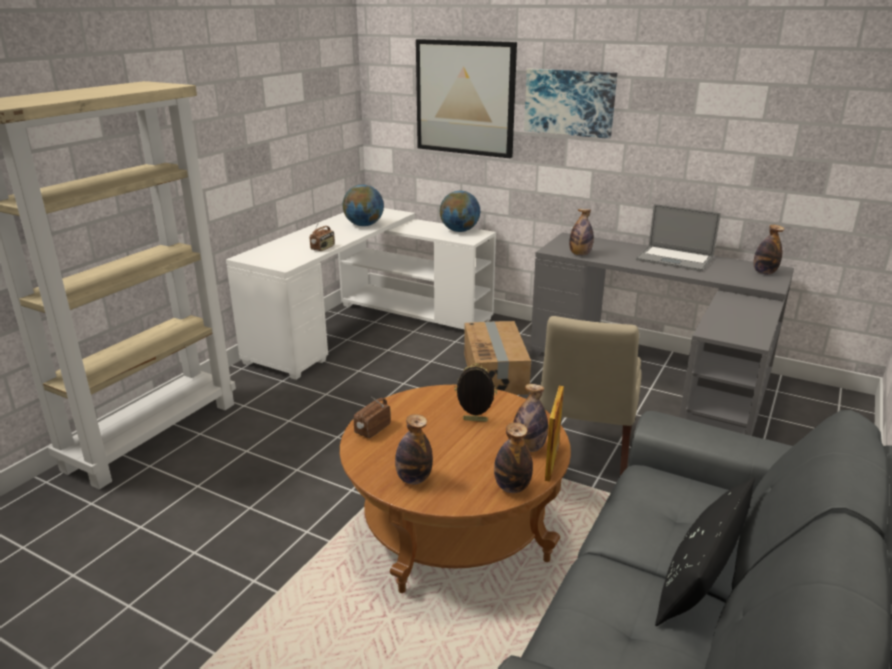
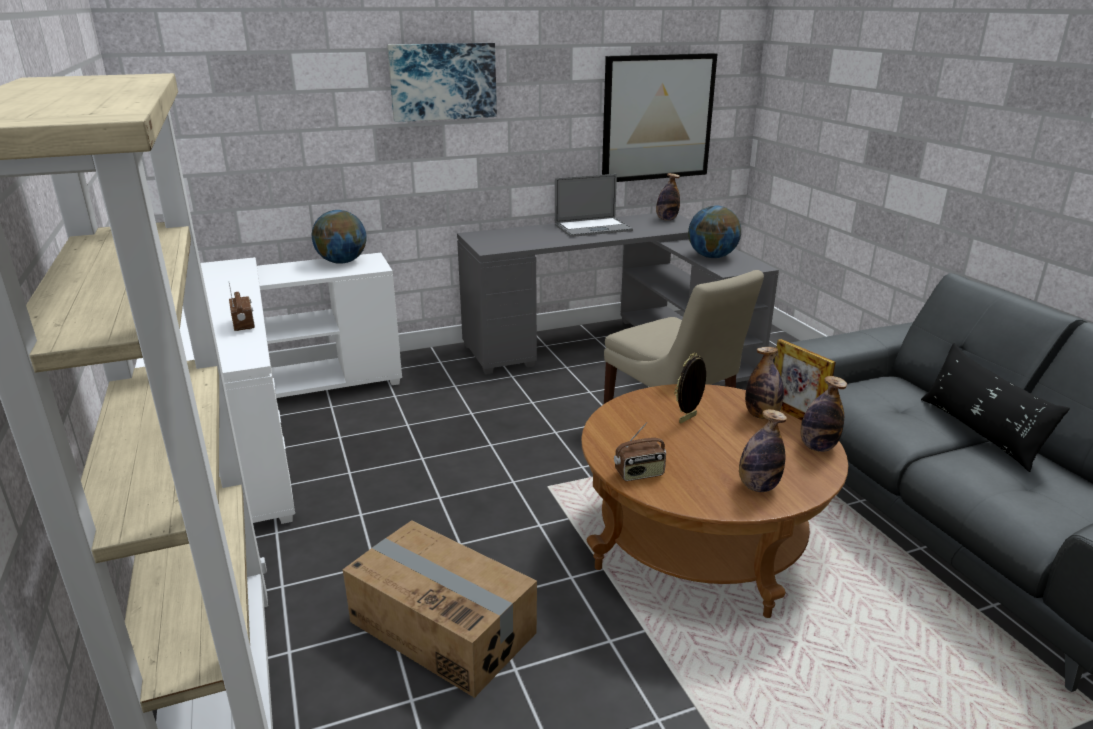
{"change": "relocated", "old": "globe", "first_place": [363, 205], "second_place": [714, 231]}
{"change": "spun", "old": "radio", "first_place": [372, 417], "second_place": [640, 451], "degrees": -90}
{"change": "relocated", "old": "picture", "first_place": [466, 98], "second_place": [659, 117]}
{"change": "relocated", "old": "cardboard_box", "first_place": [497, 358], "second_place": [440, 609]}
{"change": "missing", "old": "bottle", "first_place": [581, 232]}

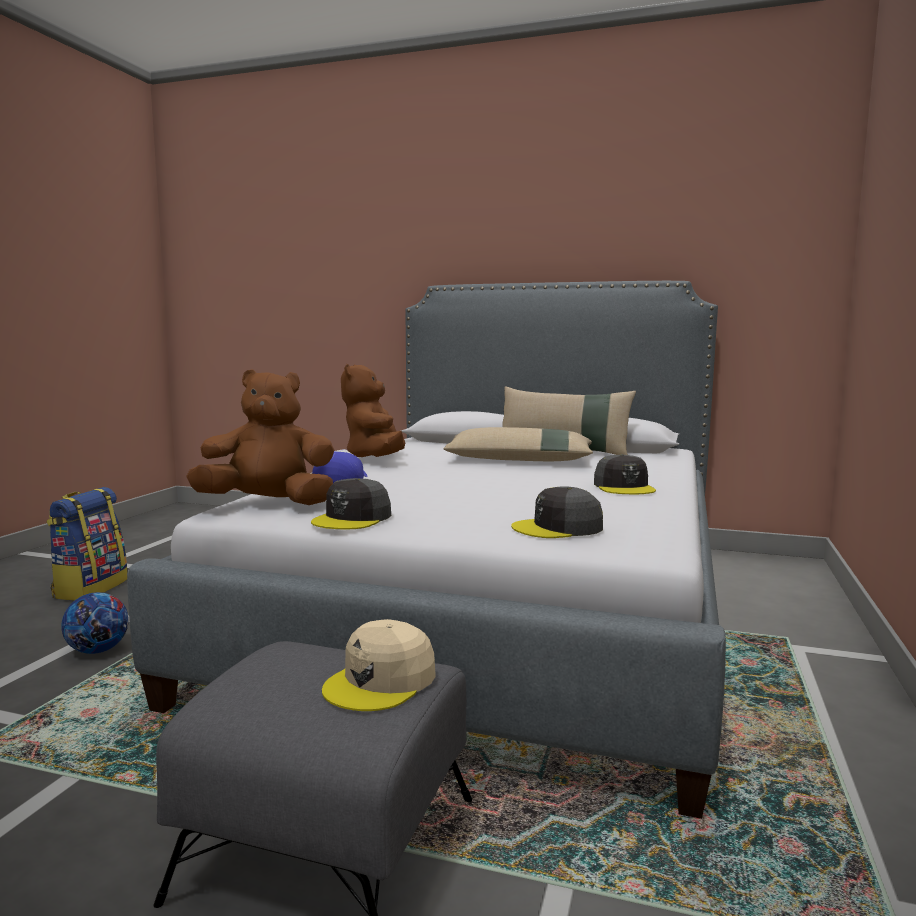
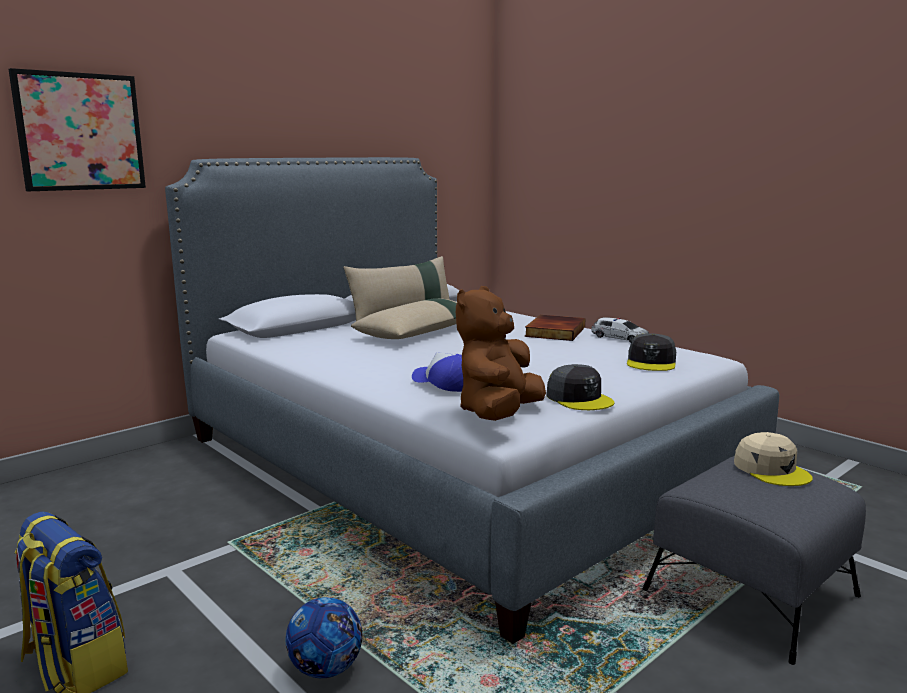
{"change": "missing", "old": "brown_plush_toy", "first_place": [373, 410]}
{"change": "exchanged", "old": "grey_cap", "new": "book", "first_place": [625, 474], "second_place": [554, 328]}
{"change": "appeared", "new": "picture", "second_place": [77, 129]}
{"change": "appeared", "new": "toy_car", "second_place": [620, 330]}

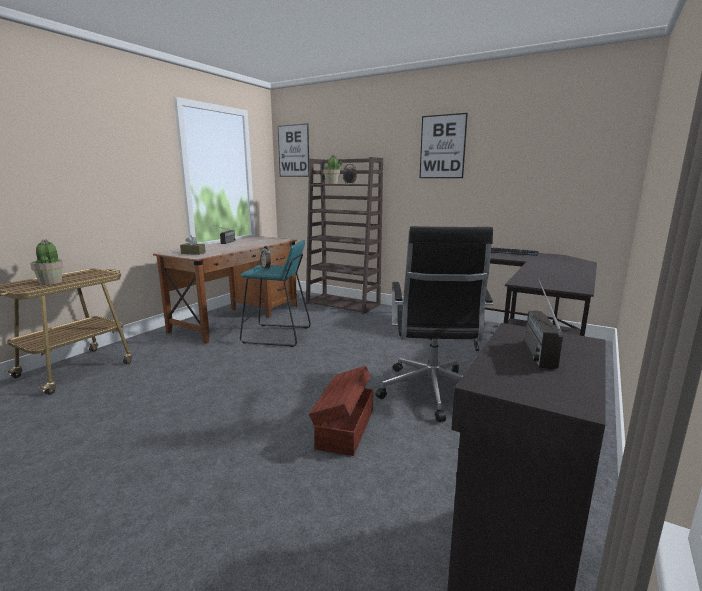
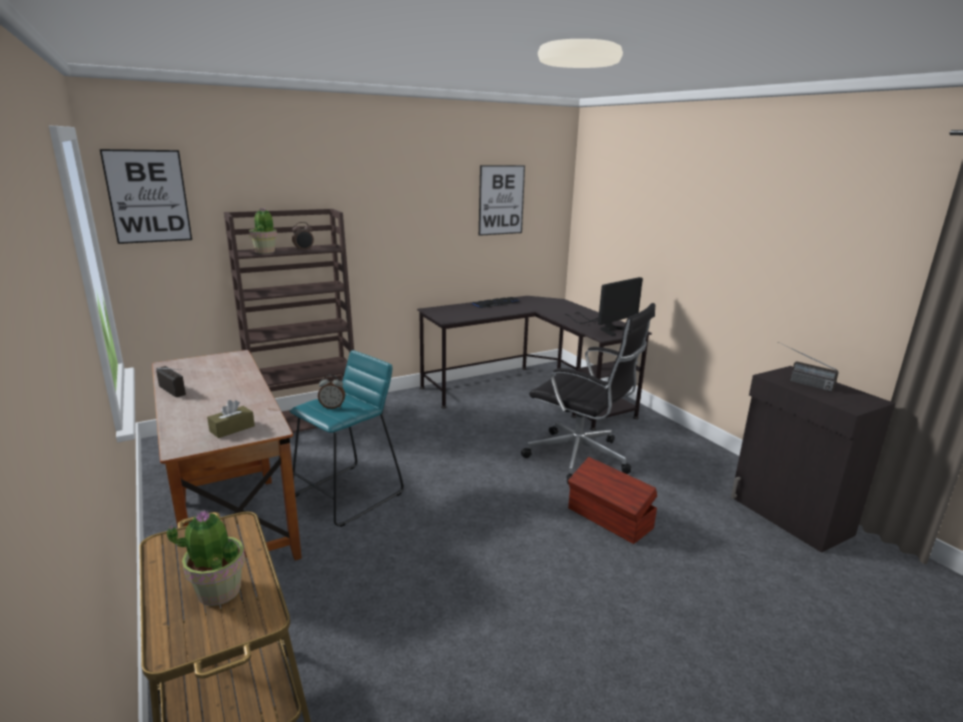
{"change": "relocated", "old": "picture", "first_place": [444, 145], "second_place": [502, 200]}
{"change": "appeared", "new": "monitor", "second_place": [604, 306]}

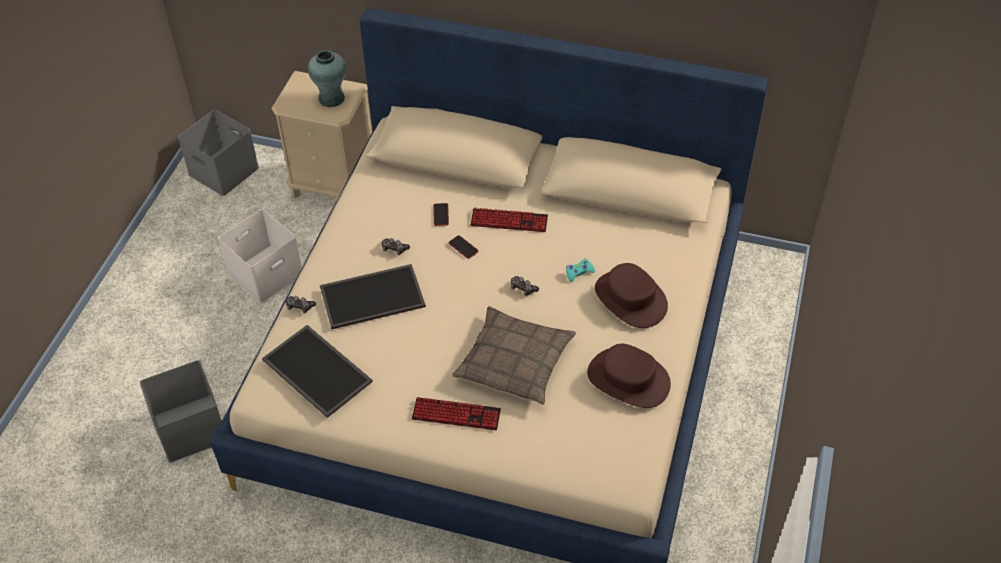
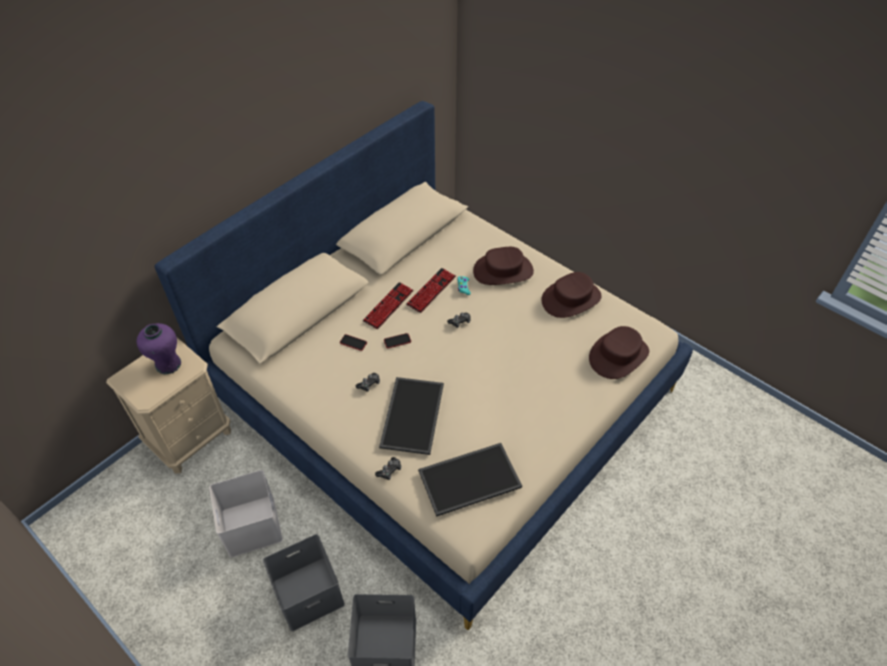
{"change": "relocated", "old": "grey_storage_box", "first_place": [218, 153], "second_place": [304, 582]}
{"change": "colour", "old": "turquoise_vase", "new": "purple_vase", "first_place": [327, 78], "second_place": [159, 348]}
{"change": "relocated", "old": "keyboard", "first_place": [456, 413], "second_place": [431, 290]}
{"change": "missing", "old": "pillow", "first_place": [514, 355]}
{"change": "appeared", "new": "brown_hat", "second_place": [619, 352]}

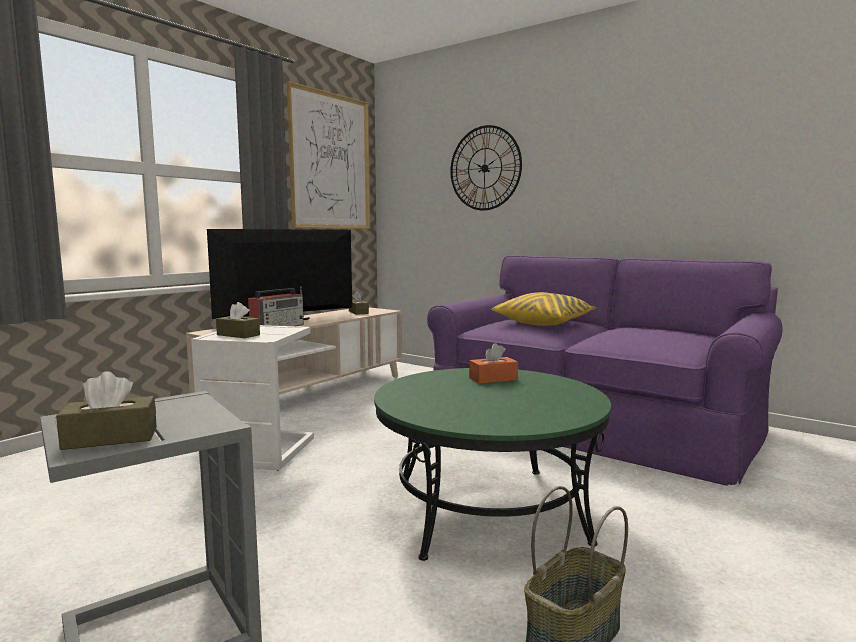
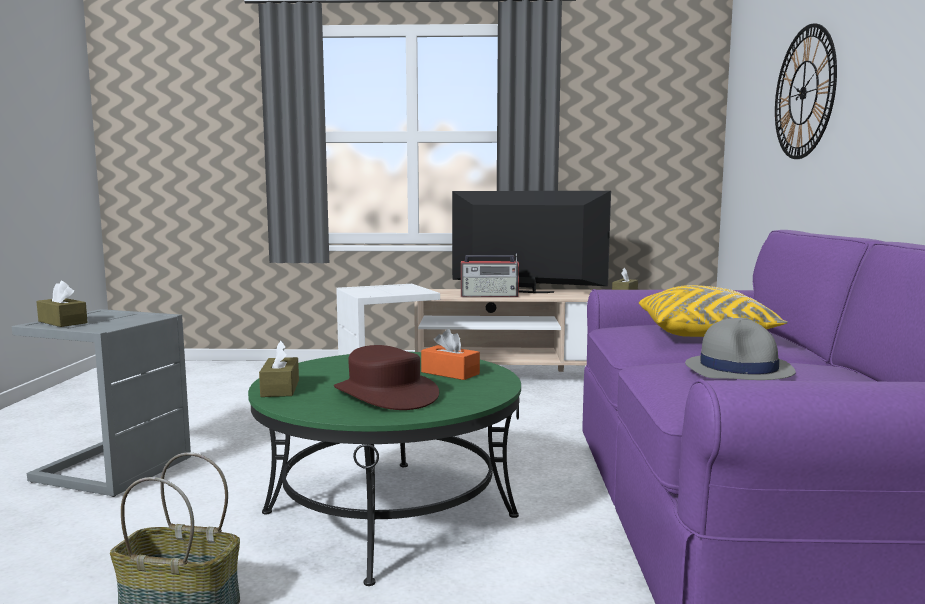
{"change": "relocated", "old": "brown_tissue_box", "first_place": [238, 320], "second_place": [279, 368]}
{"change": "missing", "old": "picture", "first_place": [328, 155]}
{"change": "appeared", "new": "brown_hat", "second_place": [386, 377]}
{"change": "appeared", "new": "grey_hat", "second_place": [740, 349]}

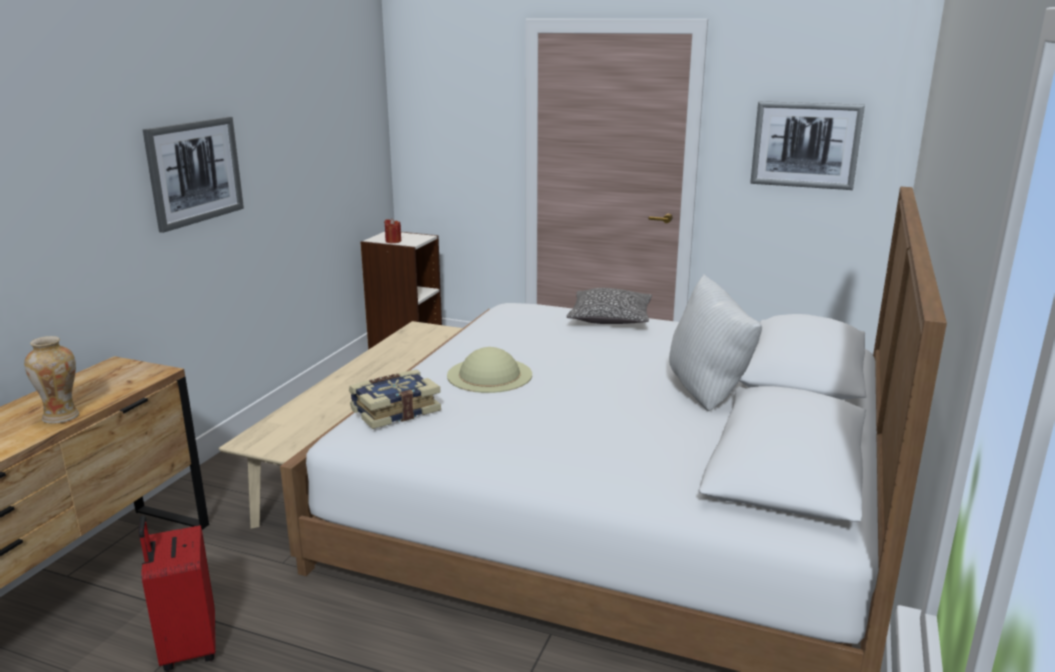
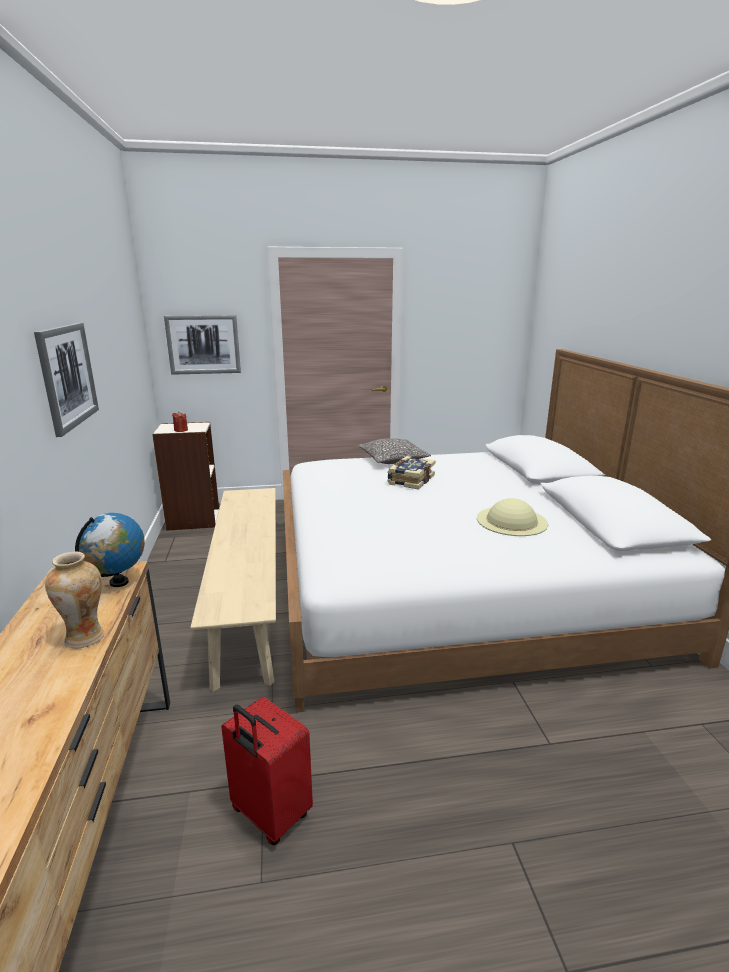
{"change": "relocated", "old": "book", "first_place": [395, 399], "second_place": [411, 473]}
{"change": "relocated", "old": "beige_hat", "first_place": [489, 370], "second_place": [512, 517]}
{"change": "missing", "old": "white_pillow", "first_place": [715, 342]}
{"change": "relocated", "old": "picture", "first_place": [807, 145], "second_place": [202, 345]}
{"change": "appeared", "new": "globe", "second_place": [110, 550]}

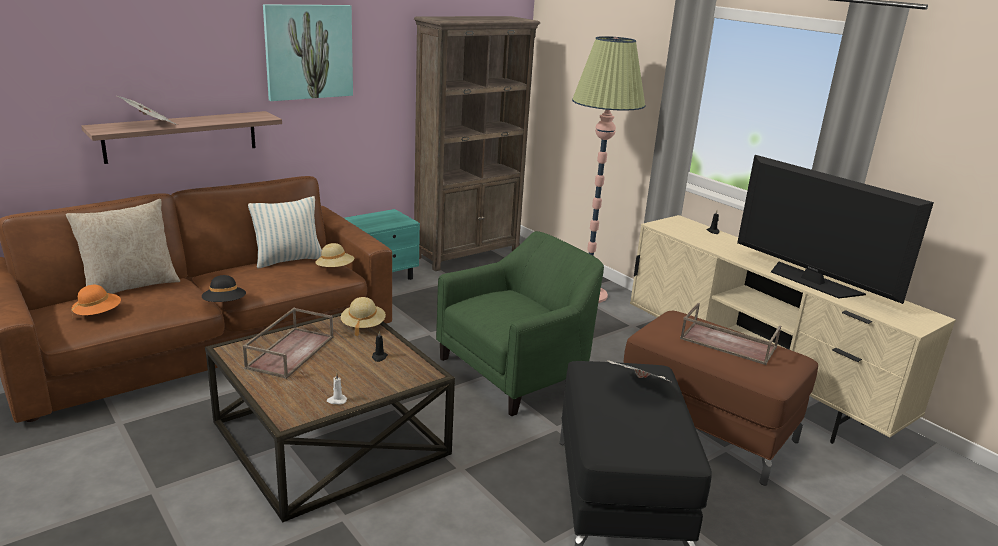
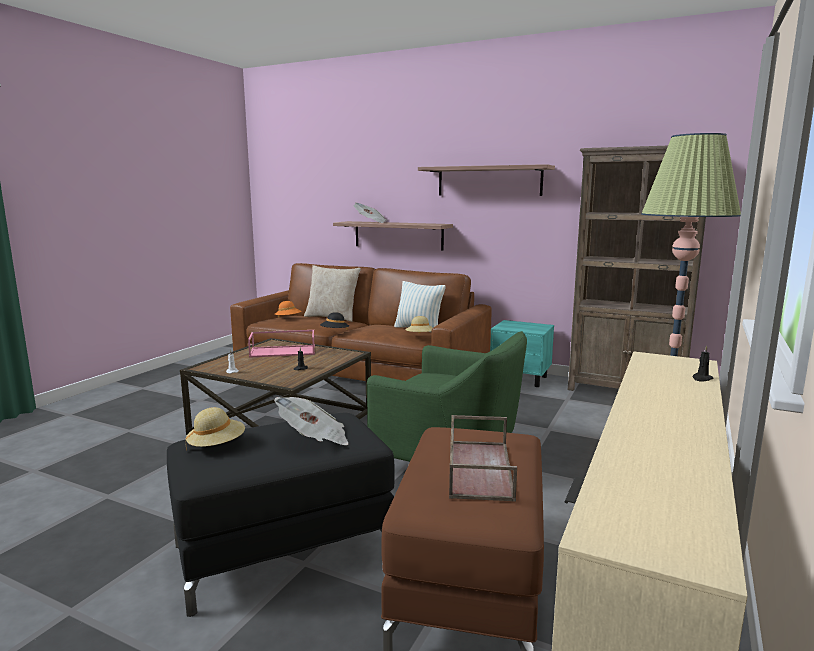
{"change": "colour", "old": "brown_tray", "new": "pink_tray", "first_place": [288, 343], "second_place": [281, 344]}
{"change": "exchanged", "old": "picture", "new": "shelf", "first_place": [308, 53], "second_place": [486, 180]}
{"change": "relocated", "old": "beige_hat", "first_place": [363, 317], "second_place": [215, 428]}
{"change": "missing", "old": "television", "first_place": [835, 229]}

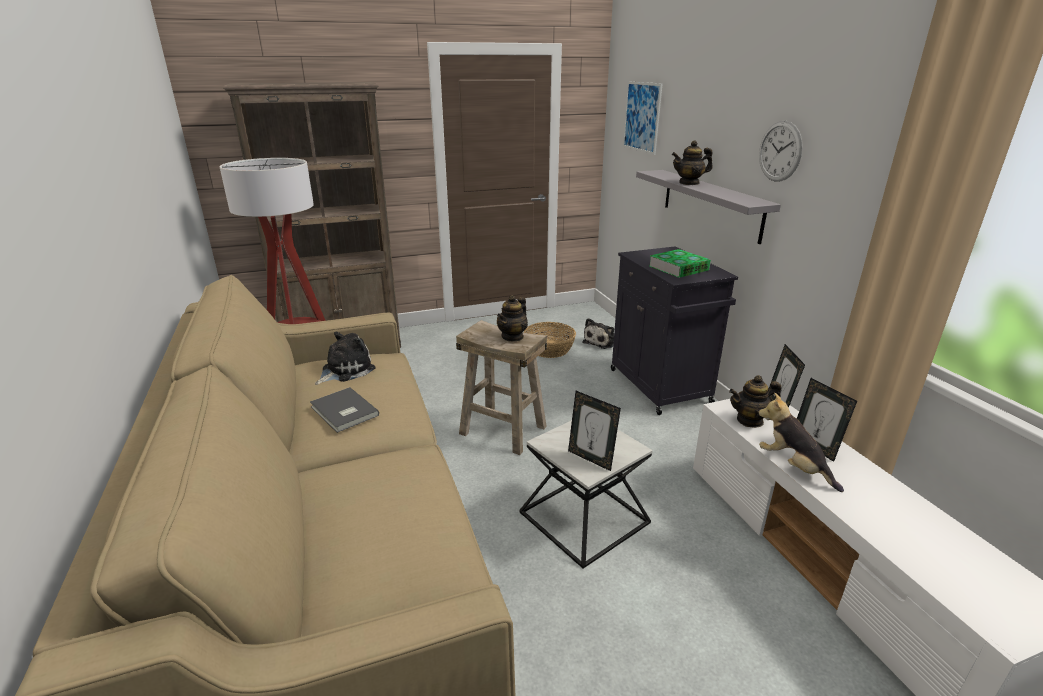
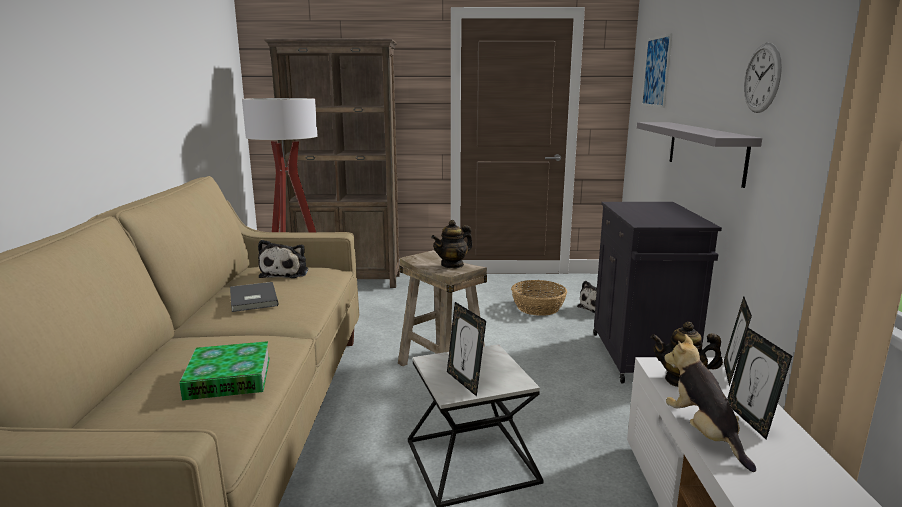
{"change": "spun", "old": "plush_toy", "first_place": [345, 358], "second_place": [283, 259], "degrees": 120}
{"change": "relocated", "old": "book", "first_place": [680, 263], "second_place": [224, 370]}
{"change": "missing", "old": "teapot", "first_place": [692, 162]}

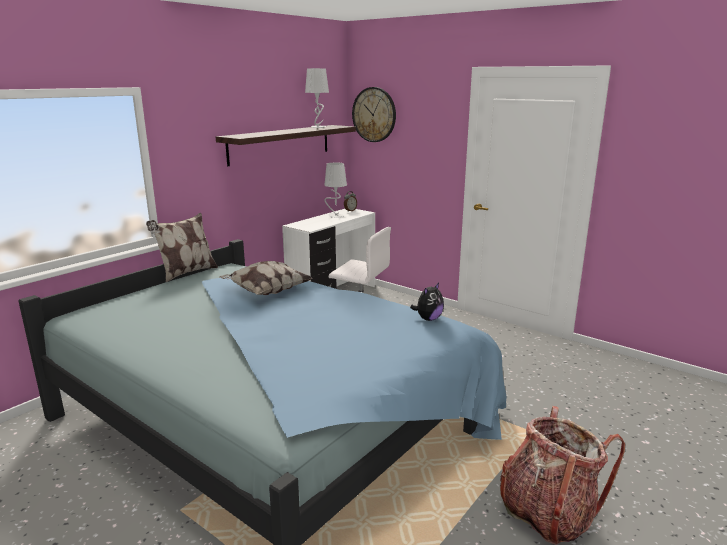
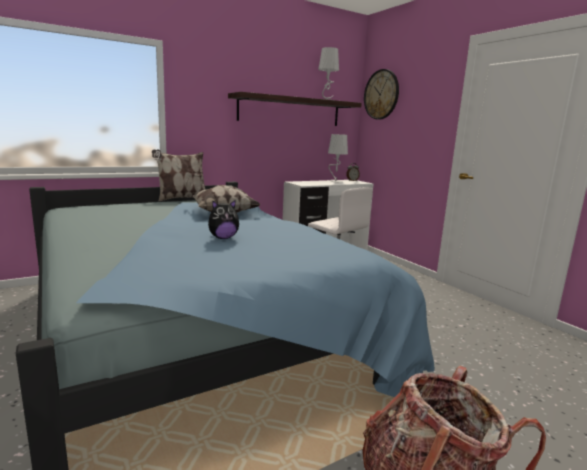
{"change": "relocated", "old": "plush_toy", "first_place": [427, 302], "second_place": [223, 219]}

